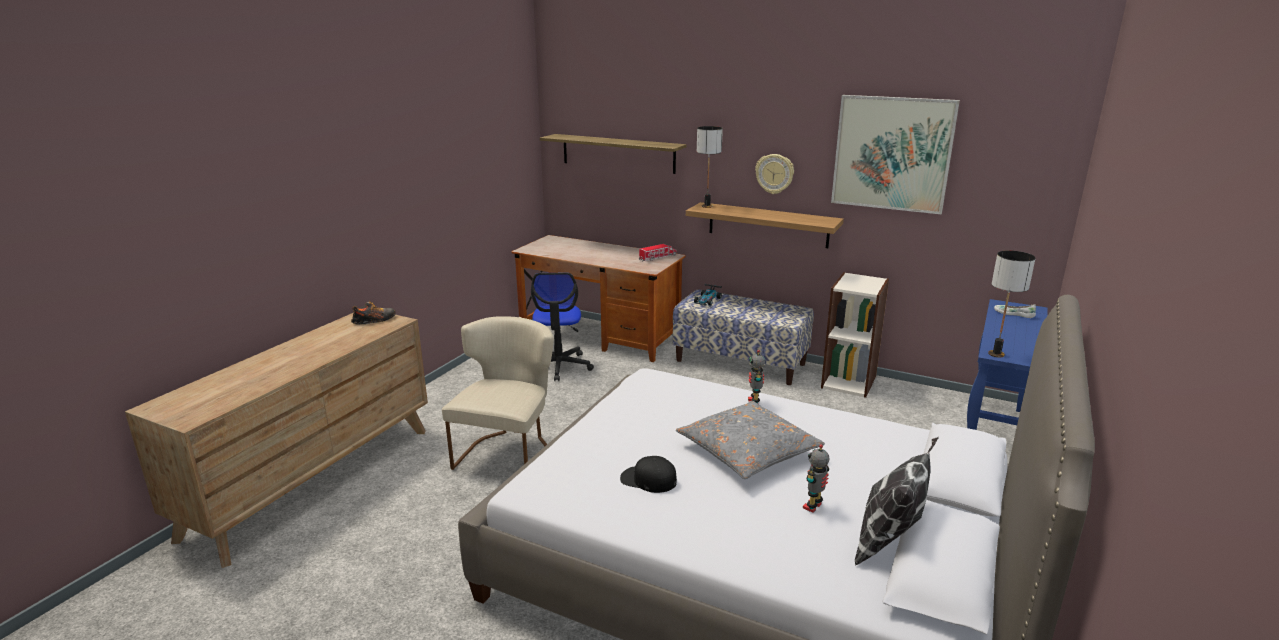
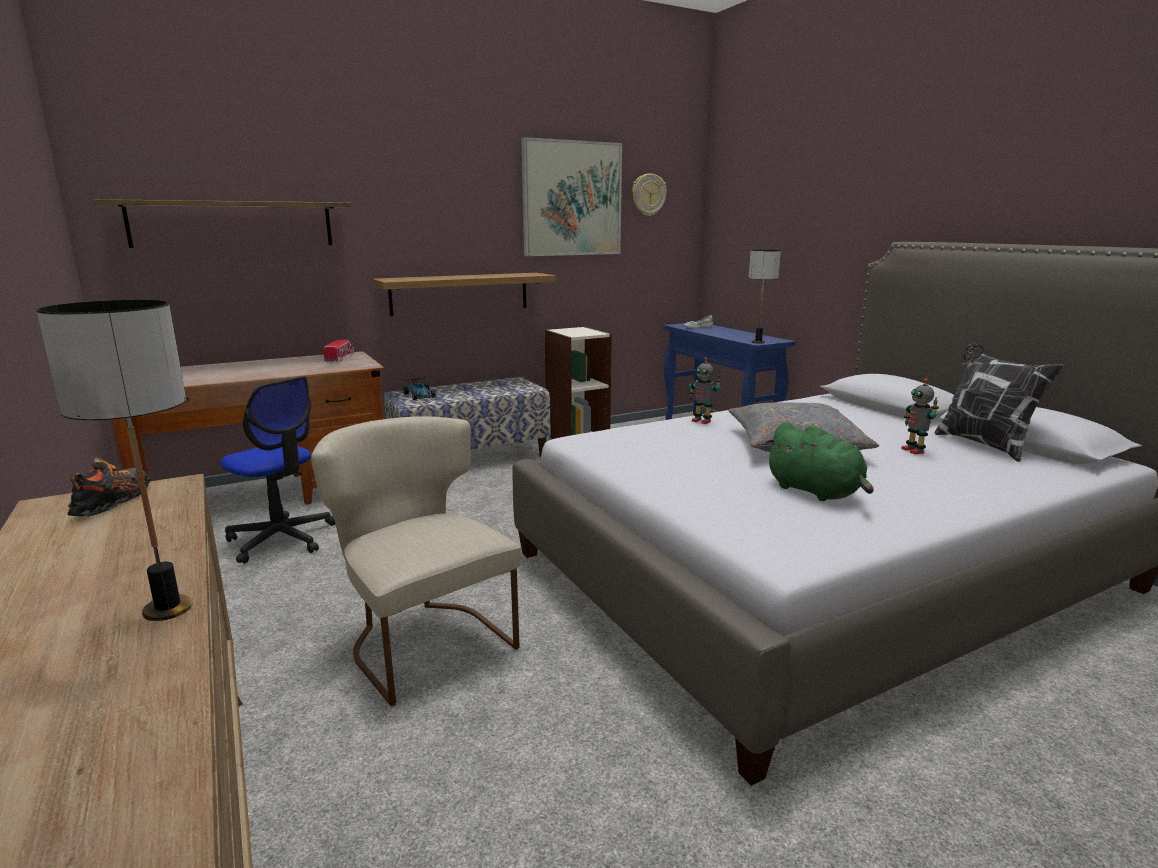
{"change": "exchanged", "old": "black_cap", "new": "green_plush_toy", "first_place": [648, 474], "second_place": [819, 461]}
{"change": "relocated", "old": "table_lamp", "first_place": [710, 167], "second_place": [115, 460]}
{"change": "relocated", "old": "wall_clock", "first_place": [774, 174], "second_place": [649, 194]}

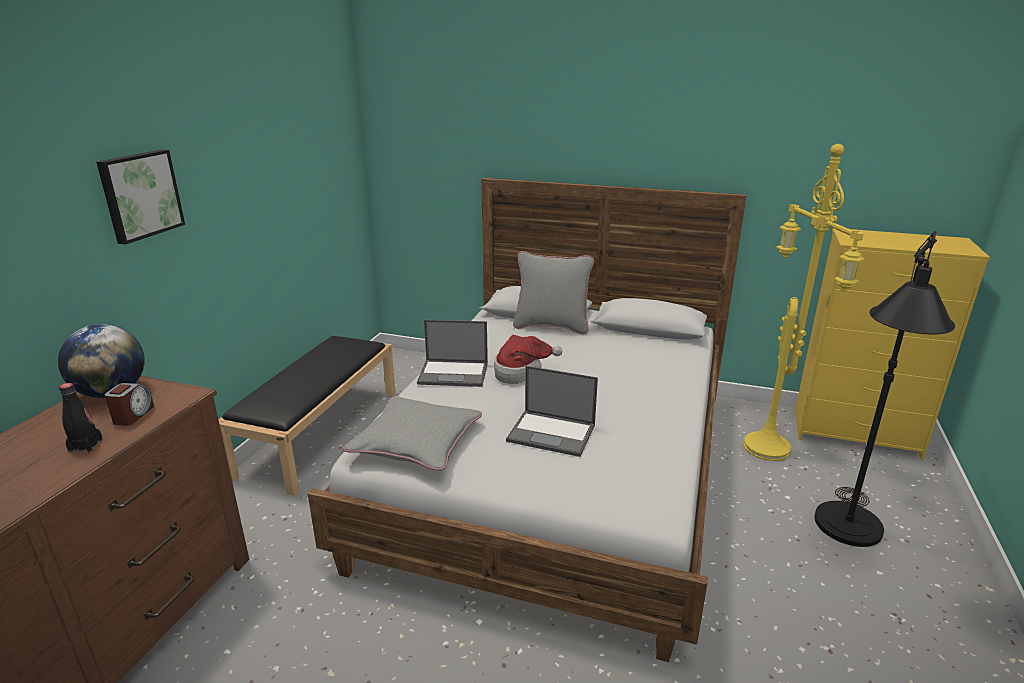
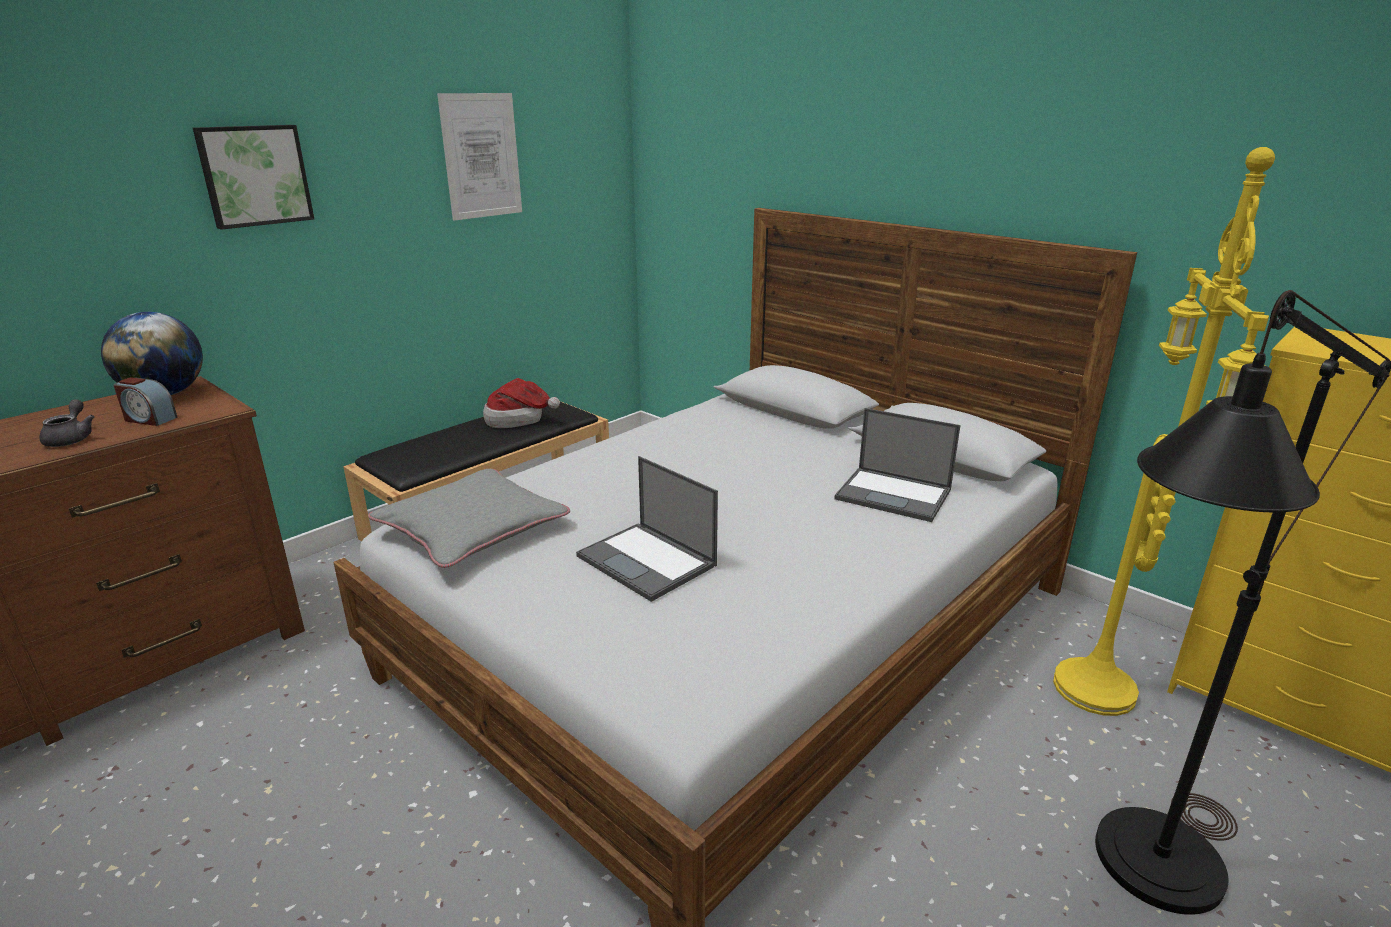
{"change": "exchanged", "old": "black_bottle", "new": "grey_teapot", "first_place": [81, 418], "second_place": [67, 423]}
{"change": "spun", "old": "alarm_clock", "first_place": [129, 404], "second_place": [145, 401], "degrees": 75}
{"change": "relocated", "old": "laptop", "first_place": [452, 353], "second_place": [897, 465]}
{"change": "relocated", "old": "hat", "first_place": [528, 359], "second_place": [521, 403]}
{"change": "missing", "old": "grey_pillow", "first_place": [553, 292]}
{"change": "appeared", "new": "picture", "second_place": [479, 157]}

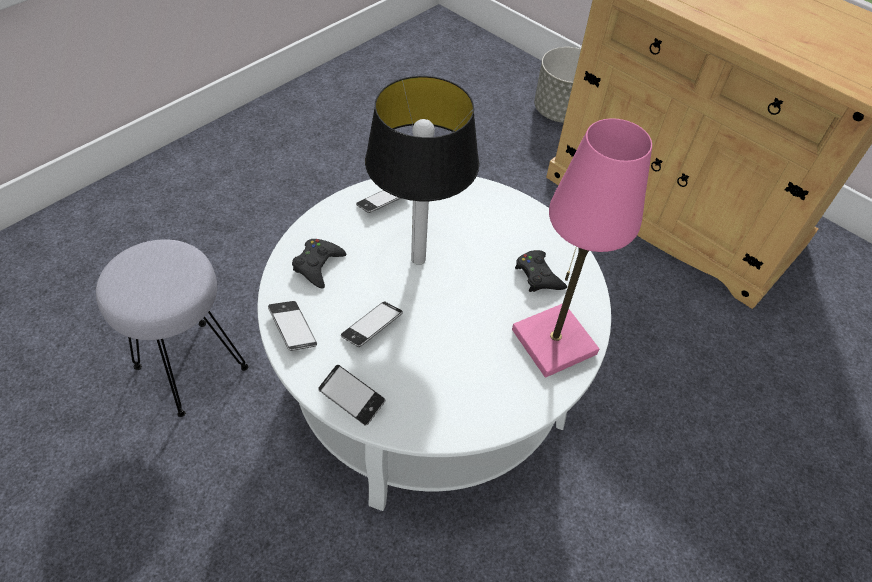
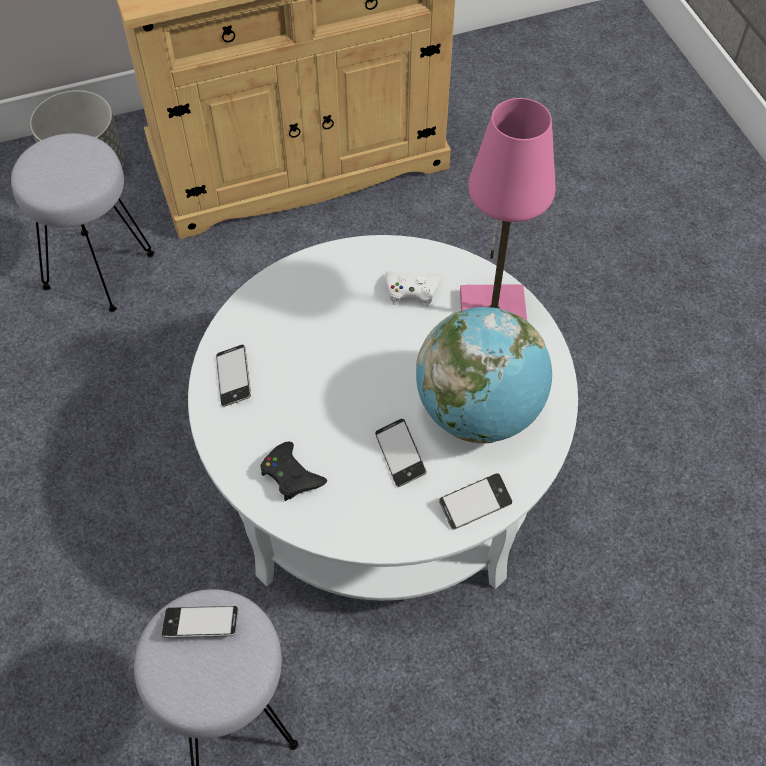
{"change": "relocated", "old": "phone", "first_place": [292, 326], "second_place": [199, 622]}
{"change": "missing", "old": "table_lamp", "first_place": [422, 170]}
{"change": "colour", "old": "black_game_controller", "new": "white_game_controller", "first_place": [541, 271], "second_place": [413, 289]}
{"change": "appeared", "new": "grey_stool", "second_place": [82, 222]}
{"change": "appeared", "new": "globe", "second_place": [484, 375]}

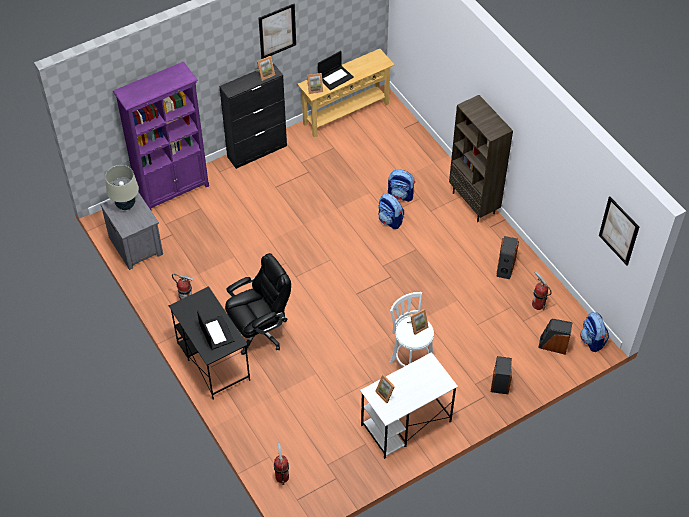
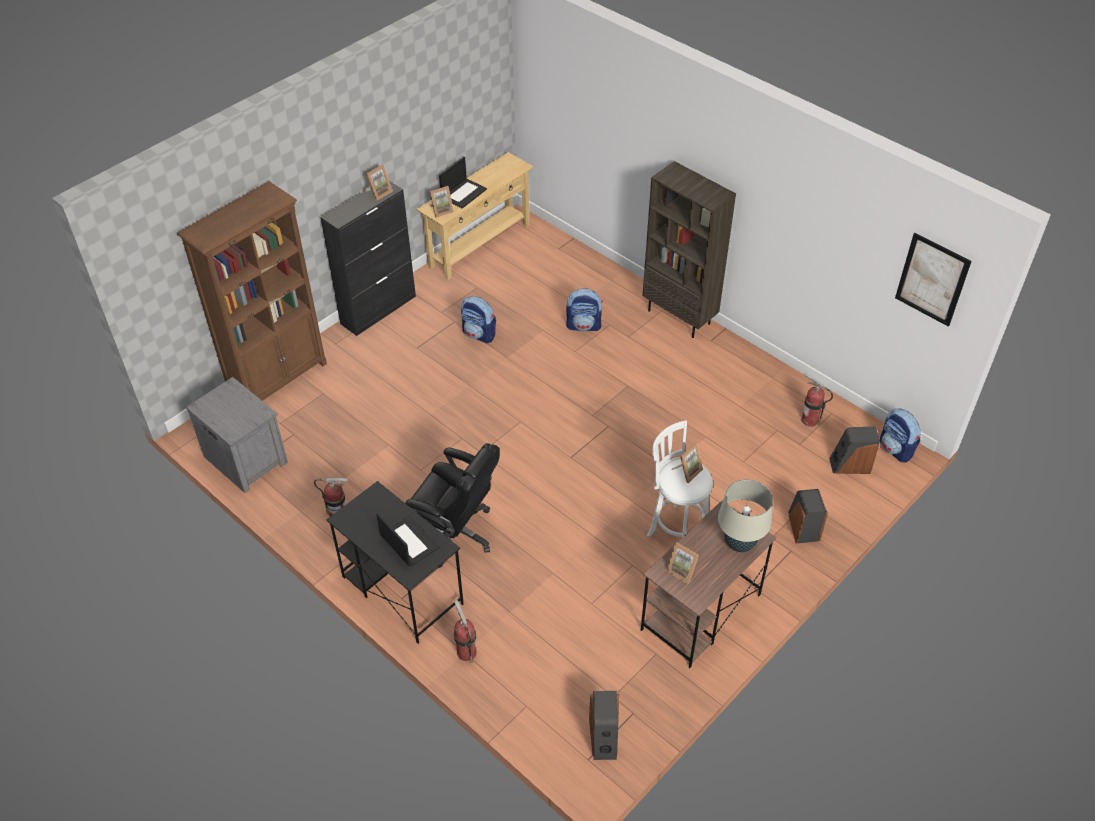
{"change": "relocated", "old": "beige_table_lamp", "first_place": [122, 187], "second_place": [745, 515]}
{"change": "colour", "old": "purple_bookcase", "new": "brown_bookcase", "first_place": [161, 136], "second_place": [252, 291]}
{"change": "spun", "old": "black_office_chair", "first_place": [258, 304], "second_place": [452, 505], "degrees": 75}
{"change": "missing", "old": "picture", "first_place": [277, 31]}
{"change": "relocated", "old": "fire_extinguisher", "first_place": [281, 463], "second_place": [465, 631]}
{"change": "colour", "old": "white_desk", "new": "brown_desk", "first_place": [409, 405], "second_place": [708, 584]}
{"change": "relocated", "old": "backpack", "first_place": [391, 211], "second_place": [478, 319]}
{"change": "relocated", "old": "speaker", "first_place": [507, 257], "second_place": [604, 725]}

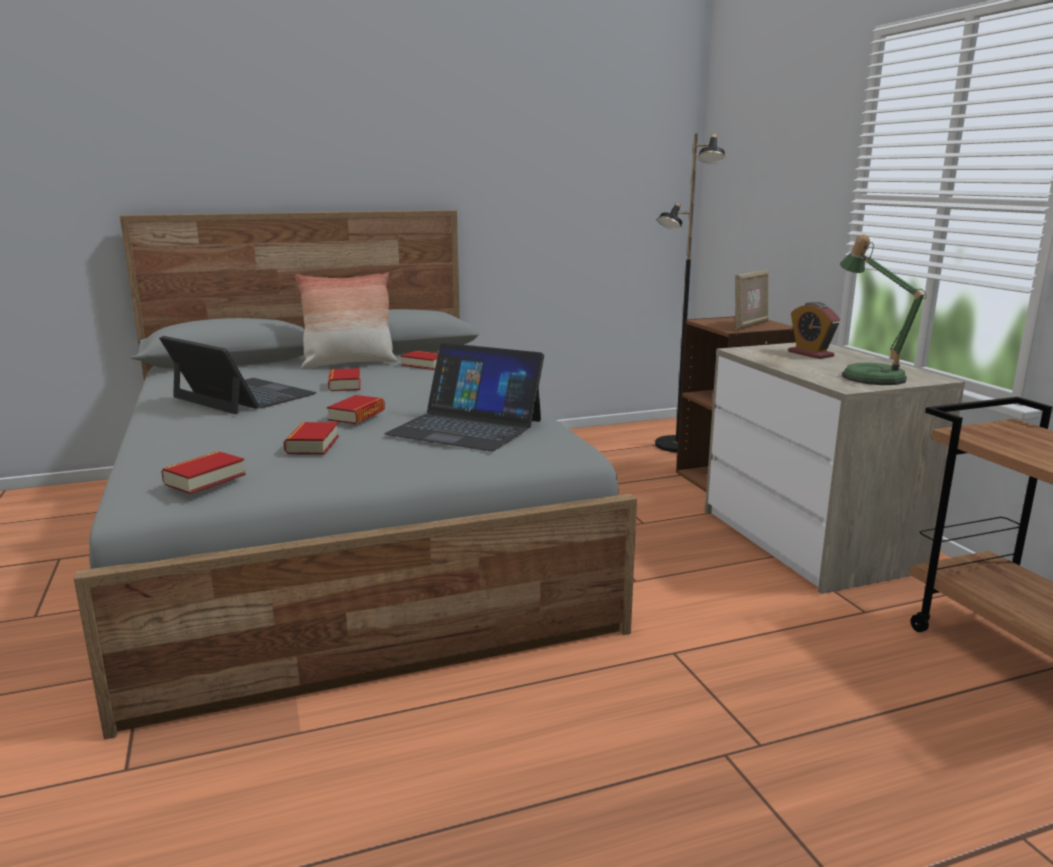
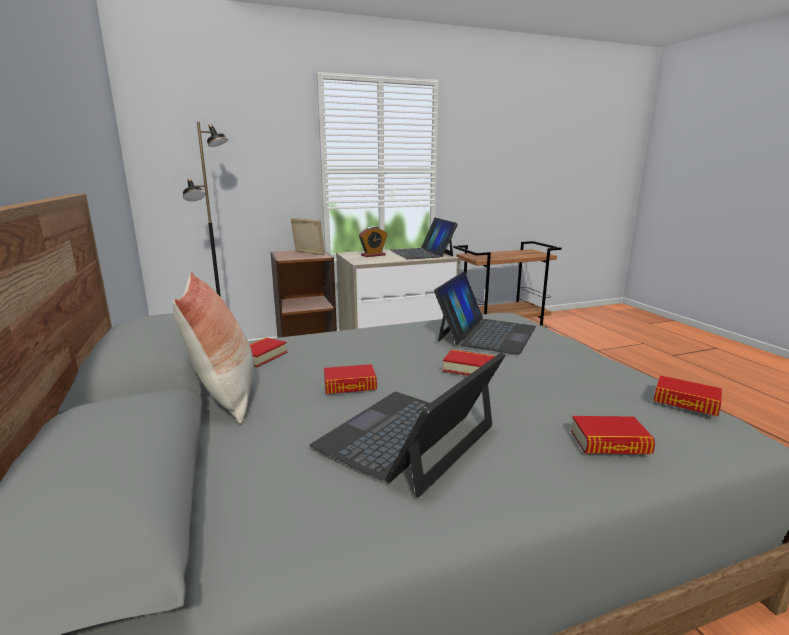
{"change": "relocated", "old": "book", "first_place": [311, 438], "second_place": [613, 435]}
{"change": "exchanged", "old": "table_lamp", "new": "laptop", "first_place": [883, 309], "second_place": [424, 238]}

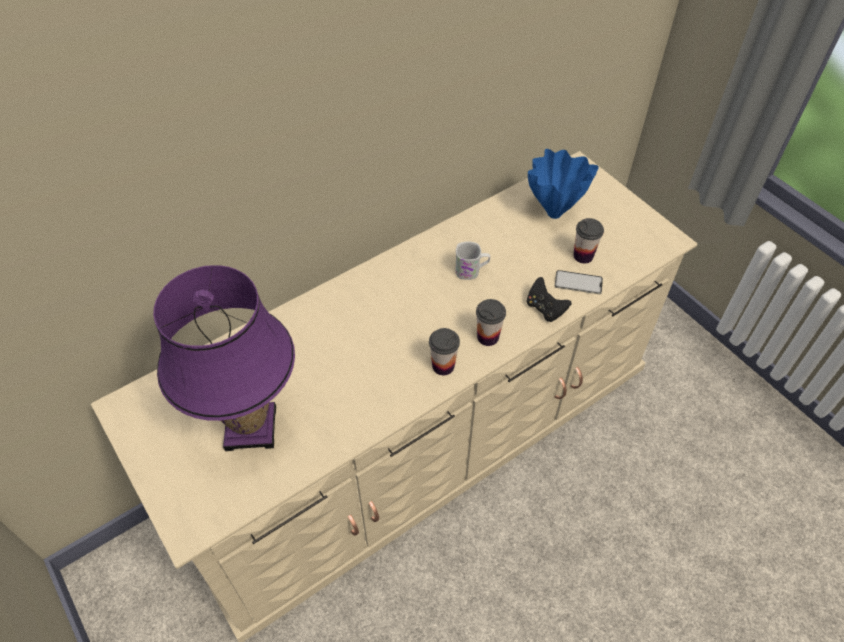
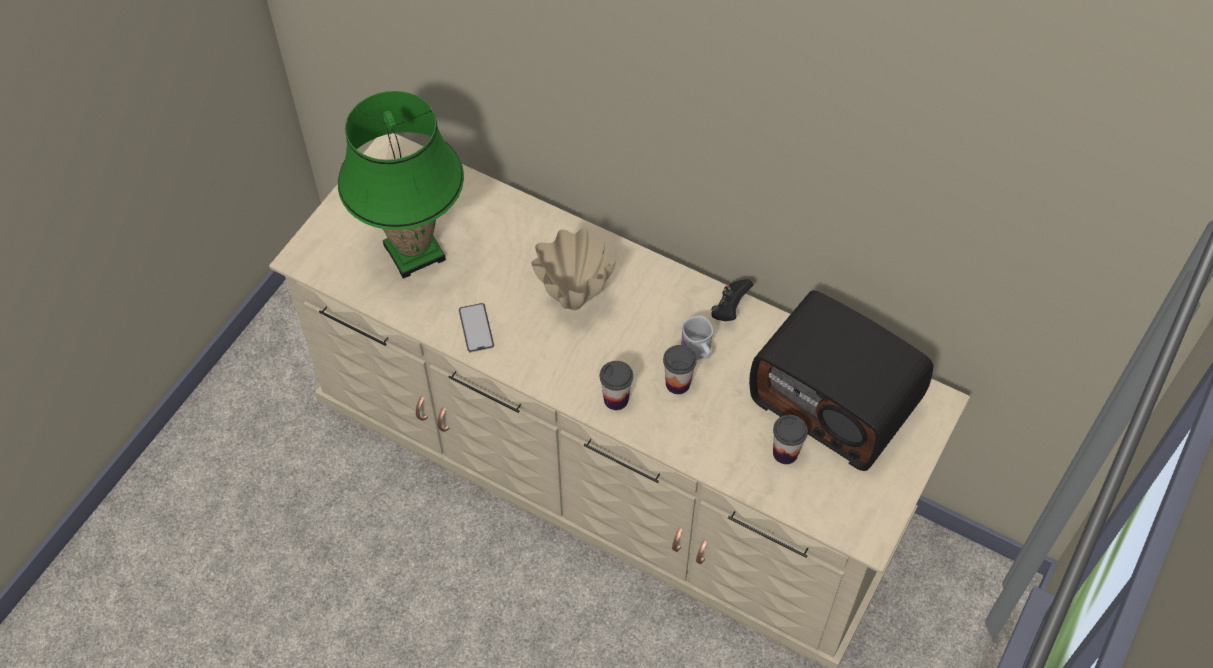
{"change": "colour", "old": "purple_table_lamp", "new": "green_table_lamp", "first_place": [224, 358], "second_place": [401, 185]}
{"change": "relocated", "old": "cup", "first_place": [444, 351], "second_place": [680, 369]}
{"change": "relocated", "old": "black_game_controller", "first_place": [549, 299], "second_place": [732, 300]}
{"change": "exchanged", "old": "blue_vase", "new": "radio", "first_place": [563, 184], "second_place": [841, 380]}
{"change": "relocated", "old": "phone", "first_place": [579, 282], "second_place": [476, 327]}
{"change": "appeared", "new": "beige_vase", "second_place": [573, 269]}

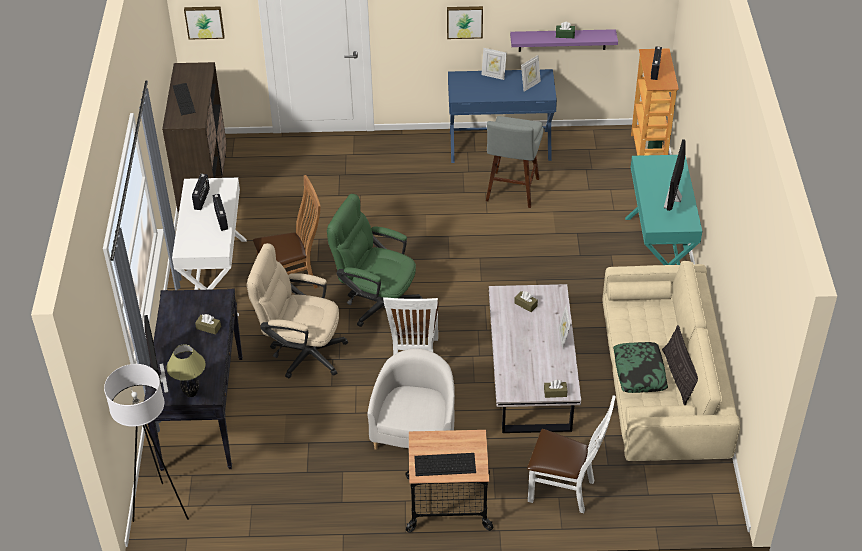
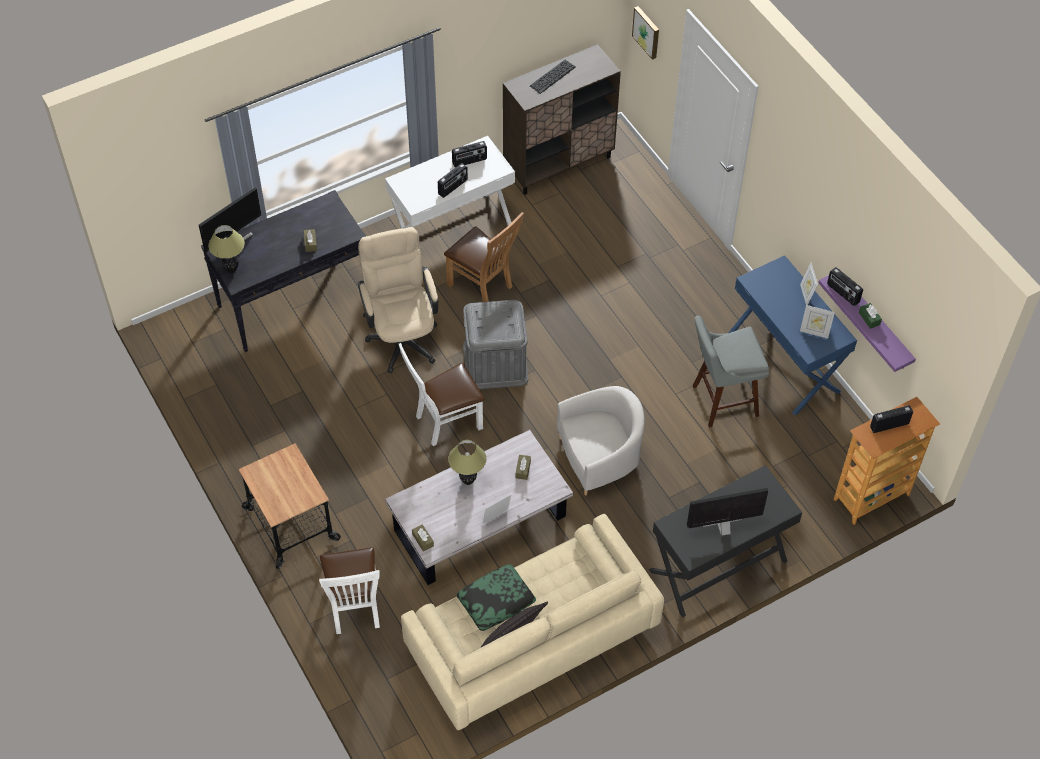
{"change": "missing", "old": "white_floor_lamp", "first_place": [146, 443]}
{"change": "exchanged", "old": "green_office_chair", "new": "grey_storage_box", "first_place": [375, 260], "second_place": [495, 344]}
{"change": "relocated", "old": "white_armchair", "first_place": [411, 399], "second_place": [601, 441]}
{"change": "missing", "old": "keyboard", "first_place": [445, 464]}
{"change": "missing", "old": "picture", "first_place": [465, 22]}
{"change": "colour", "old": "turquoise_desk", "new": "black_desk", "first_place": [663, 210], "second_place": [725, 541]}
{"change": "appeared", "new": "table_lamp", "second_place": [467, 462]}
{"change": "appeared", "new": "radio", "second_place": [845, 286]}

